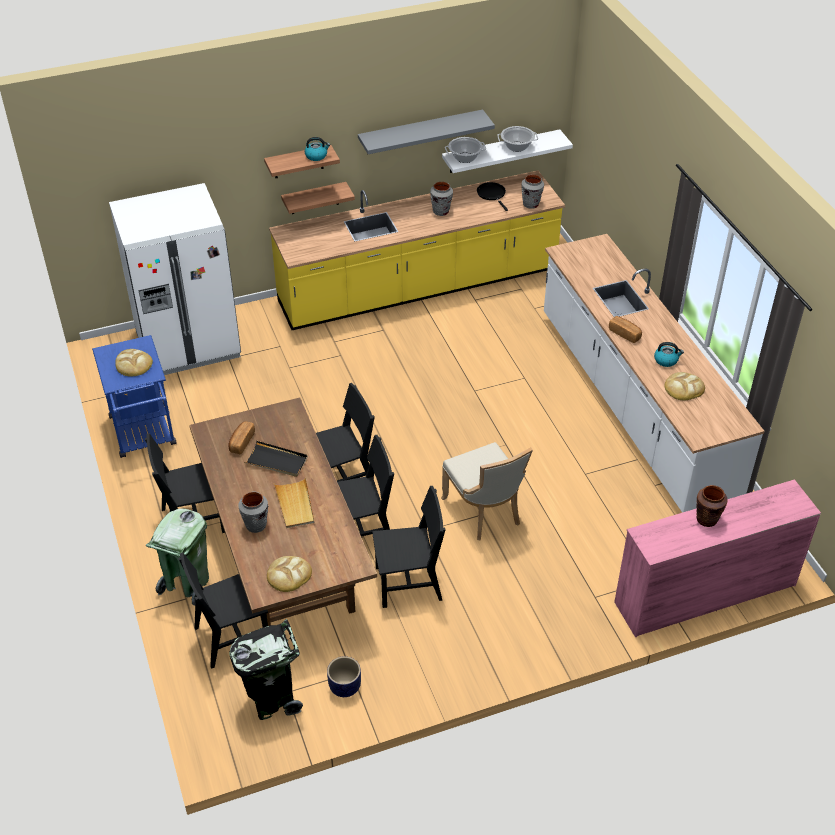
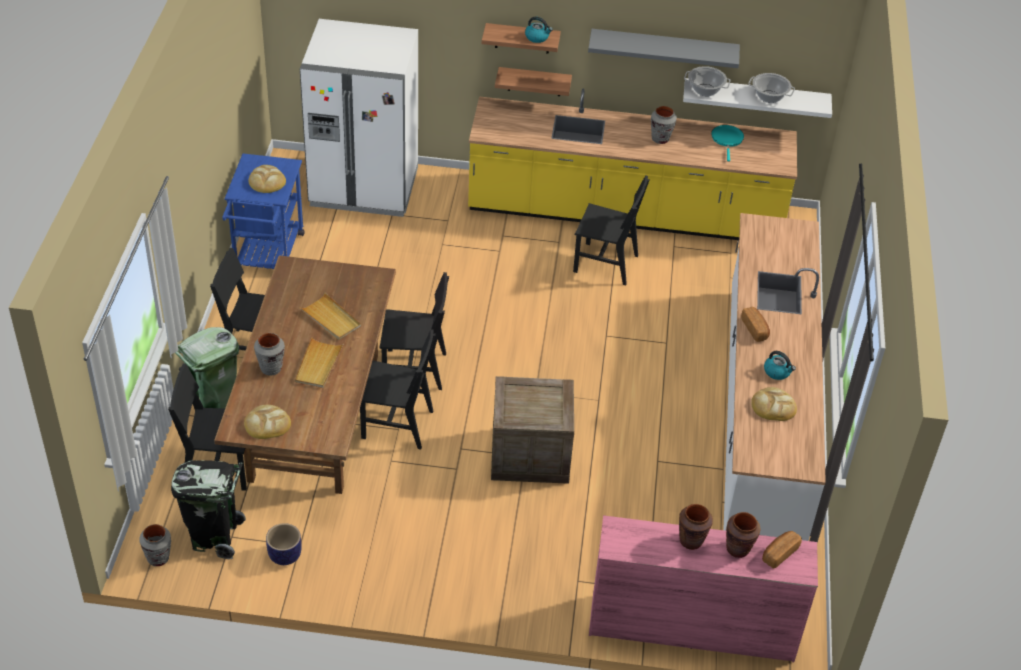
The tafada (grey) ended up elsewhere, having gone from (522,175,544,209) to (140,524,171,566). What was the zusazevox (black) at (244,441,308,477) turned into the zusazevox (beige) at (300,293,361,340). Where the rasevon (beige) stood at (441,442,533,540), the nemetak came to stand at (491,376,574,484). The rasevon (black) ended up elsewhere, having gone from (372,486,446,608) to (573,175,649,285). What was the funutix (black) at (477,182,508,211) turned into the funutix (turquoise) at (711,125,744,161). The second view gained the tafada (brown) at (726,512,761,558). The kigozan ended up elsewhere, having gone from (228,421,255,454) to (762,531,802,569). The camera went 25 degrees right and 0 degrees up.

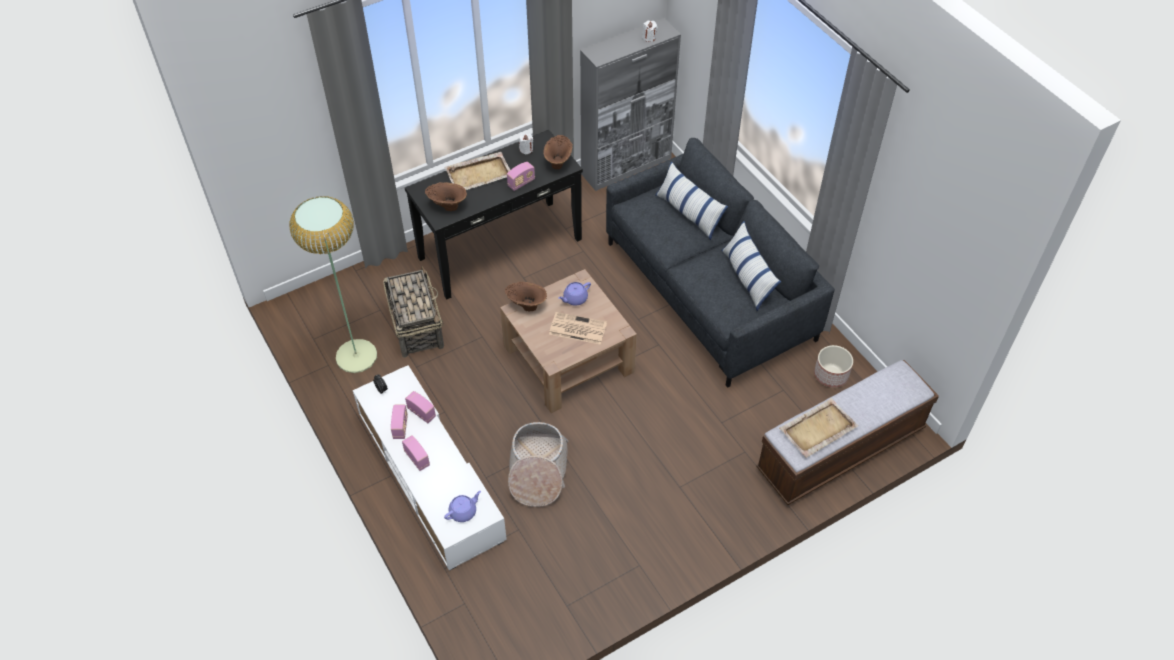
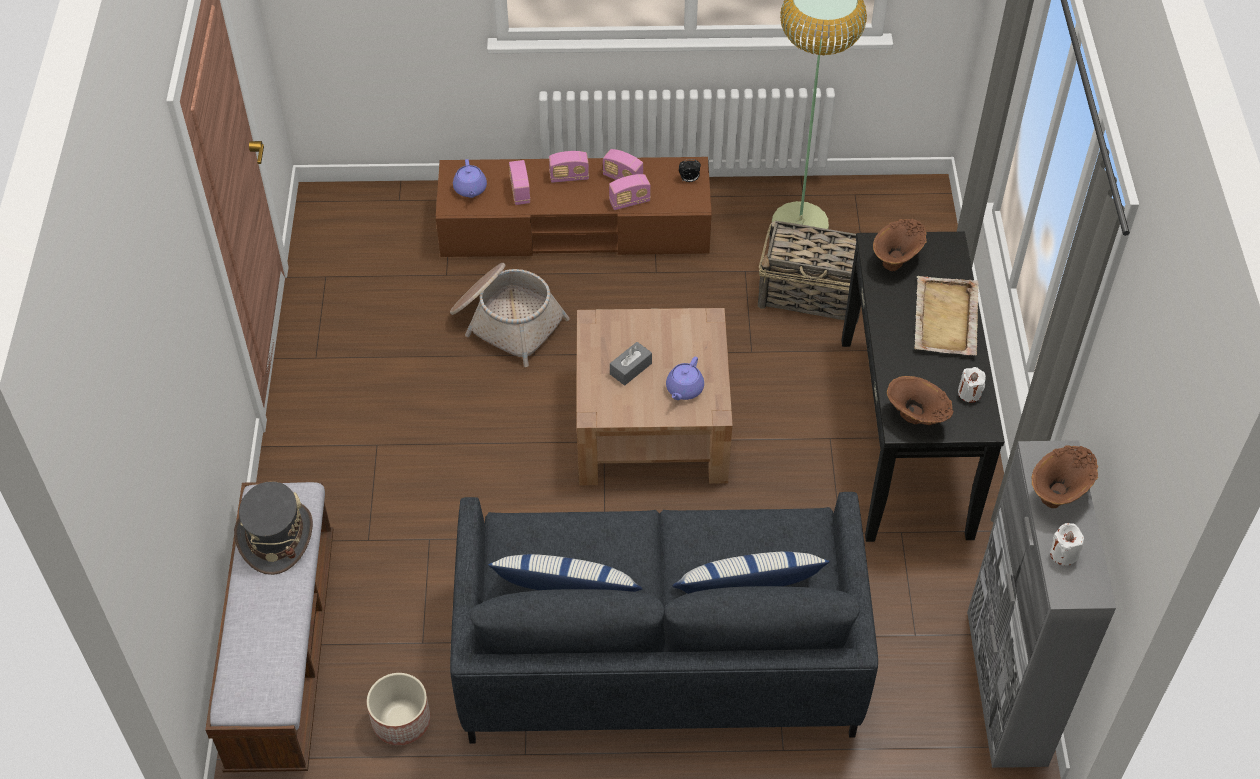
Where the zusazevox (beige) stood at (779,398,858,458), the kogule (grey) came to stand at (234,481,313,575). What was the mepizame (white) at (353,365,507,570) turned into the mepizame (brown) at (436,157,712,257). The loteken ended up elsewhere, having gone from (507,162,535,191) to (509,160,530,205). Where the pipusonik stood at (549,312,607,345), the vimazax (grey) came to stand at (610,342,652,385). The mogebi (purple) at (558,282,591,306) ended up facing another way, 150 degrees counterclockwise from before. The tafada (brown) ended up elsewhere, having gone from (505,281,547,311) to (1032,445,1098,508). The camera went 120 degrees right and 0 degrees up.

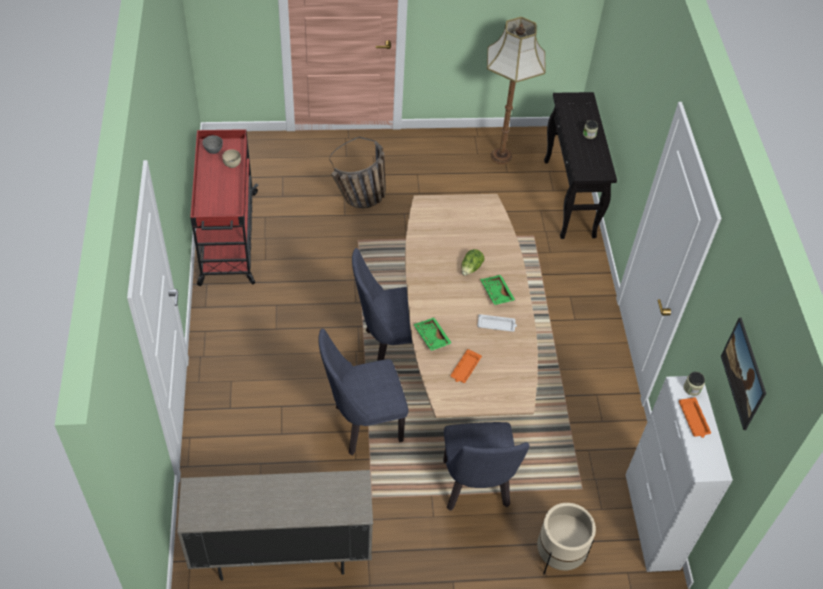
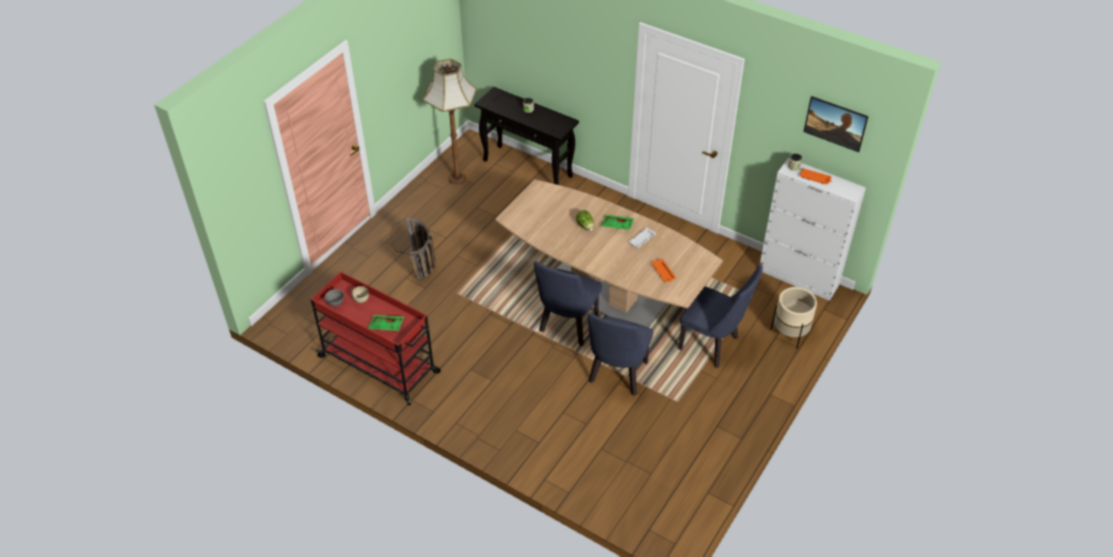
The zusazevox (green) ended up elsewhere, having gone from (413,318,452,351) to (368,315,404,331). The second view lost the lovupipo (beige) at (177,470,373,581). The camera went 50 degrees left and 5 degrees down.

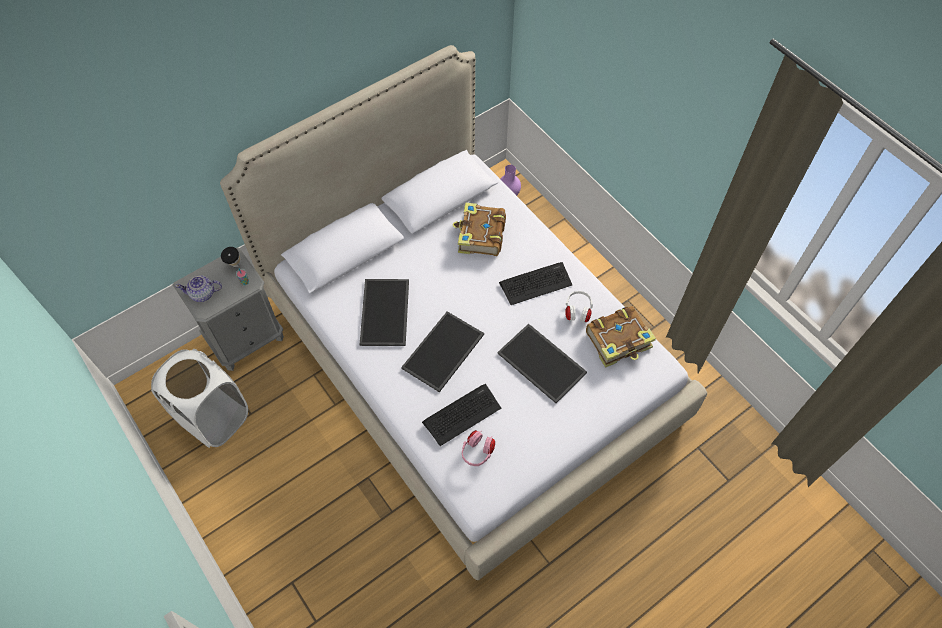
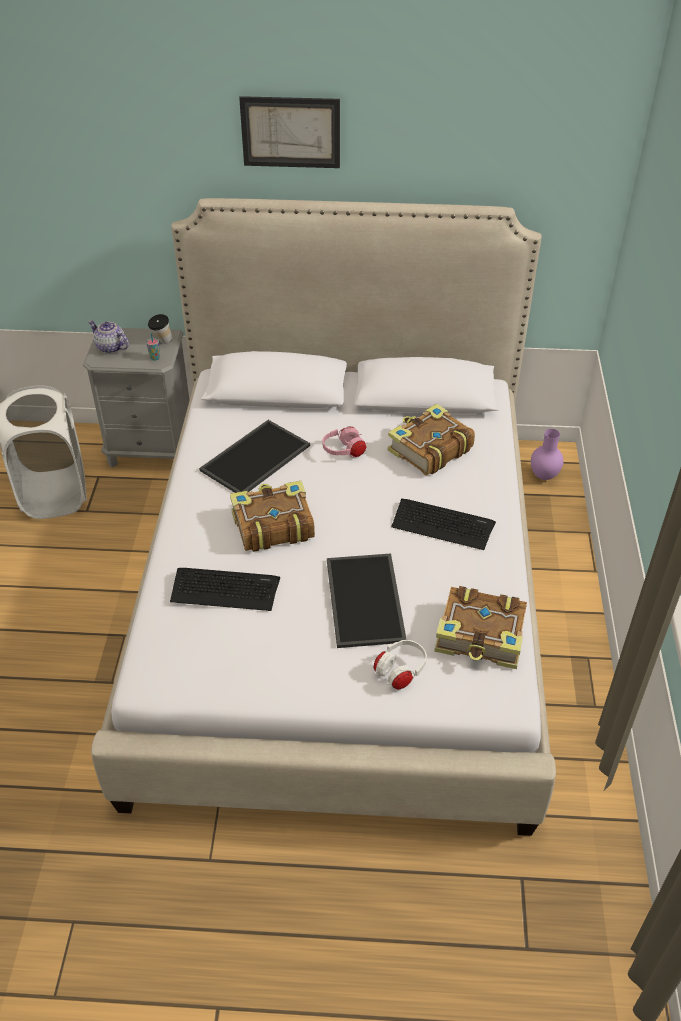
Where the zusazevox stood at (401,311,484,392), the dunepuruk came to stand at (230,481,315,552). The second view gained the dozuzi at (239,96,340,168). The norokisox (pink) ended up elsewhere, having gone from (462,430,495,466) to (322,427,367,458). The norokisox (white) ended up elsewhere, having gone from (565,291,593,323) to (373,640,427,690). The camera went 40 degrees right and 15 degrees down.

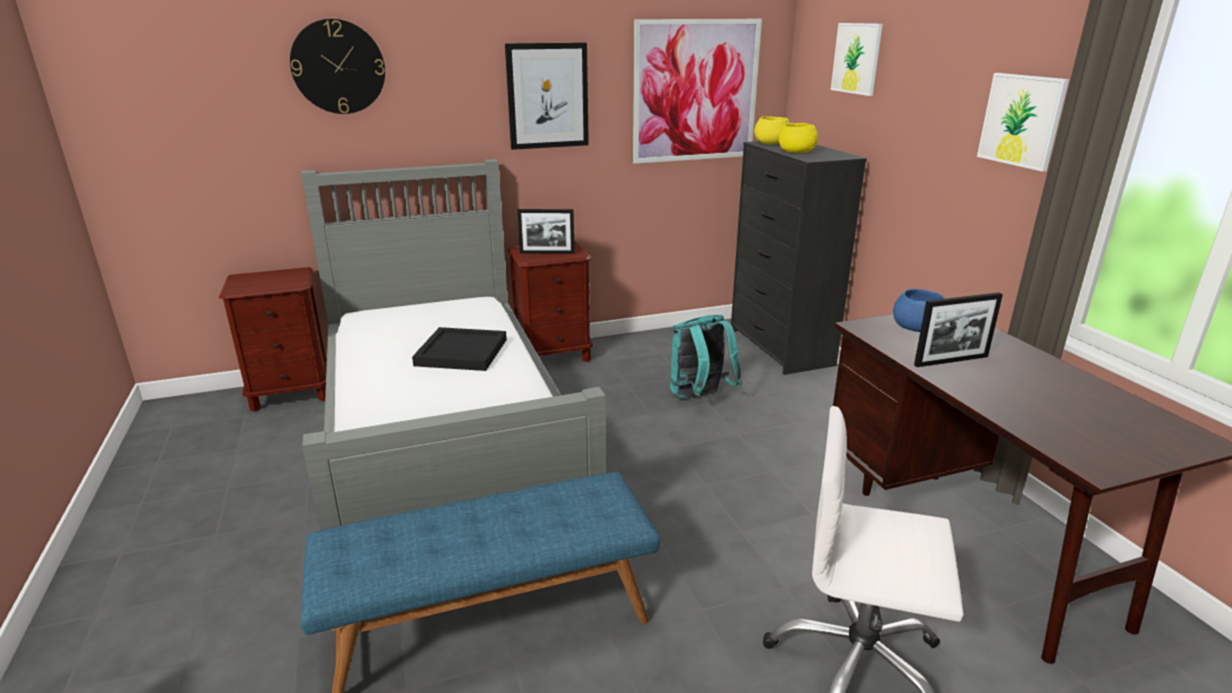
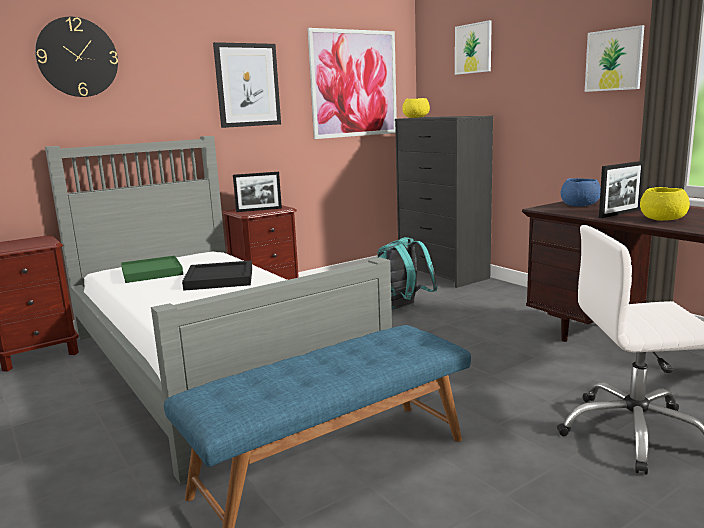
The second view gained the zusazevox (green) at (121,256,183,283). The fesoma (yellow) ended up elsewhere, having gone from (779,123,818,153) to (640,187,690,221). The camera went 15 degrees left and 10 degrees down.

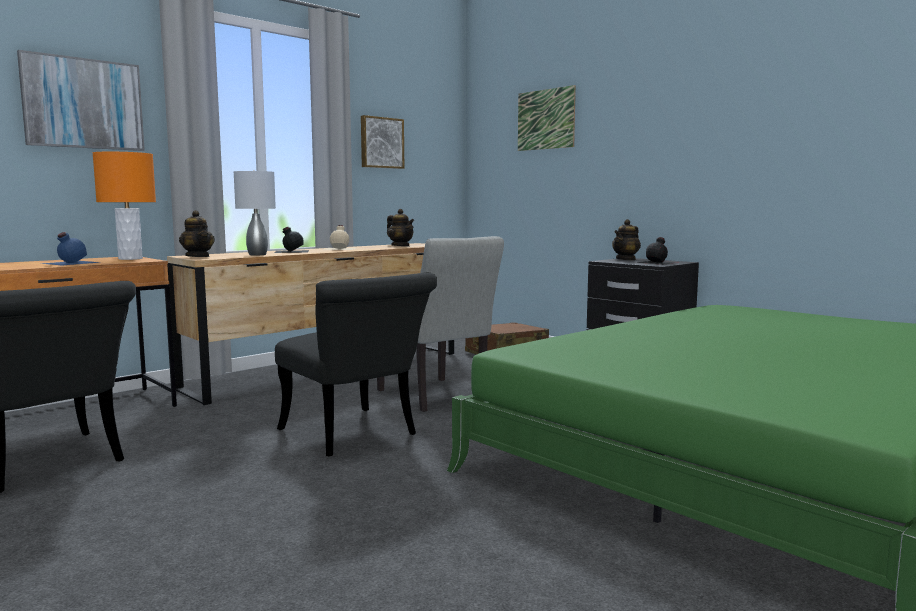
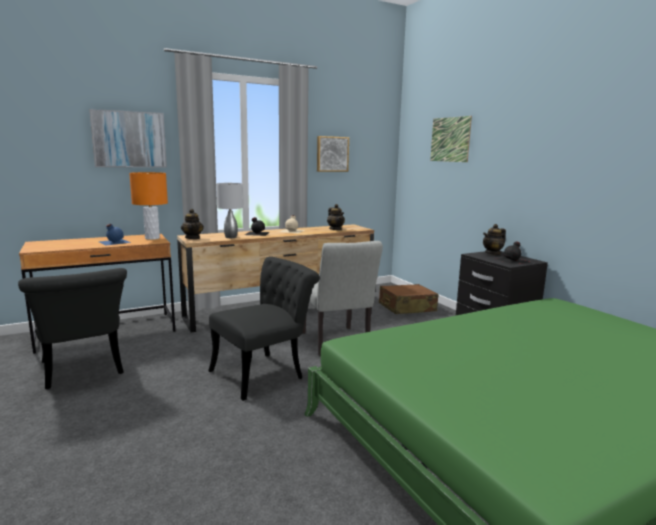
The rasevon (black) at (275,273,437,456) ended up facing another way, 105 degrees counterclockwise from before. The camera went 15 degrees right and 5 degrees up.

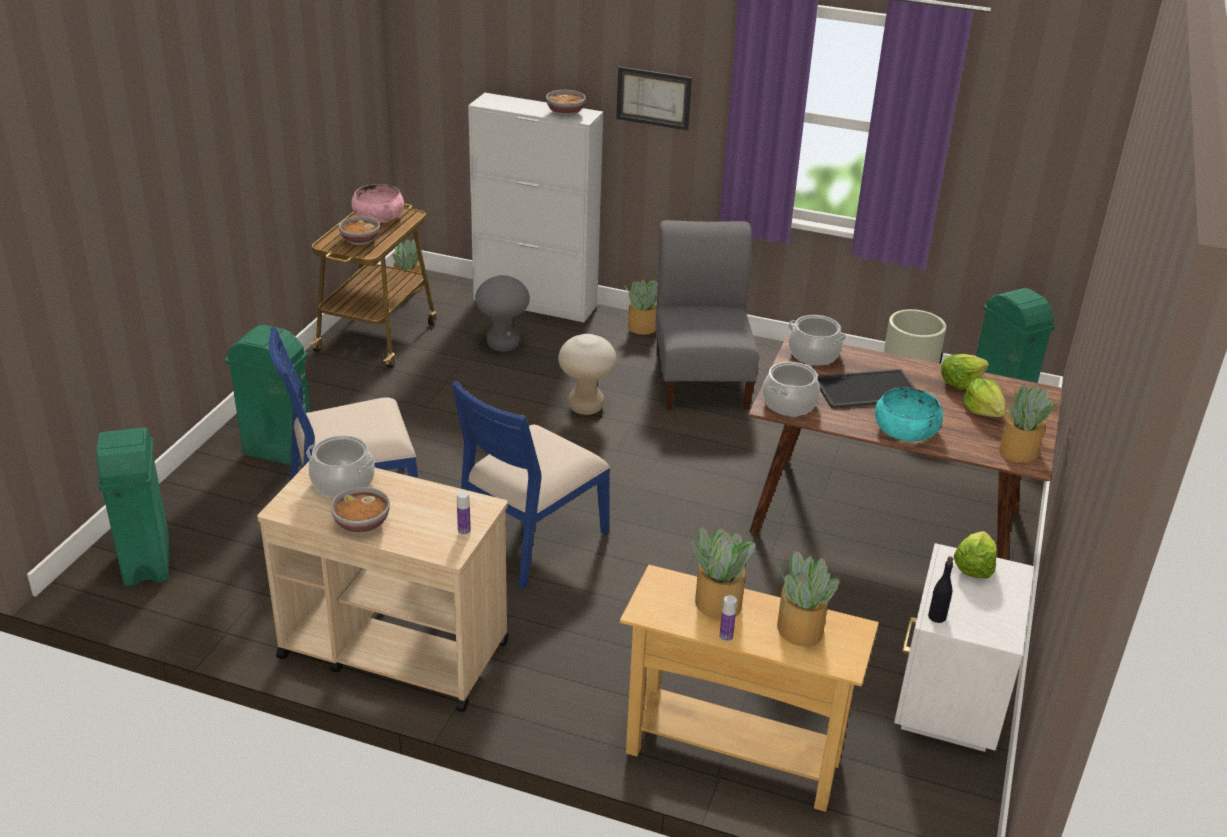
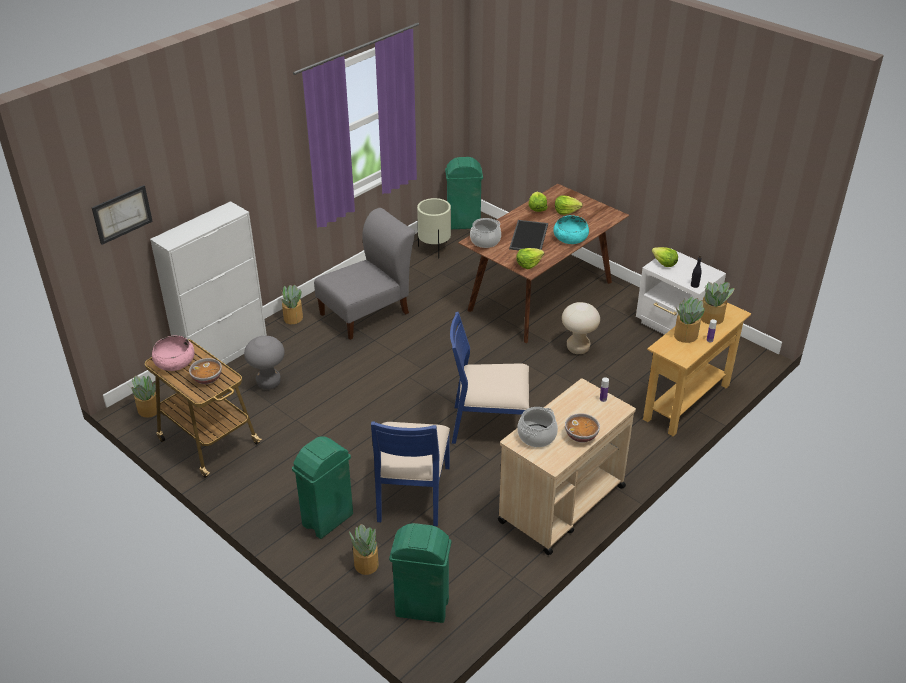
The dozuzi ended up elsewhere, having gone from (616,67,692,130) to (92,185,153,245). The rasevon (grey) at (656,220,759,410) ended up facing another way, 120 degrees clockwise from before. The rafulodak ended up elsewhere, having gone from (999,384,1055,463) to (349,524,379,575). The rasevon (blue) at (451,381,610,589) ended up facing another way, 120 degrees clockwise from before. Where the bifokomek stood at (762,362,820,416), the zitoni came to stand at (516,248,544,269). The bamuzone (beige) ended up elsewhere, having gone from (558,334,617,415) to (562,302,600,354). The second view lost the fesoma at (546,90,586,116). The camera went 65 degrees left and 5 degrees up.

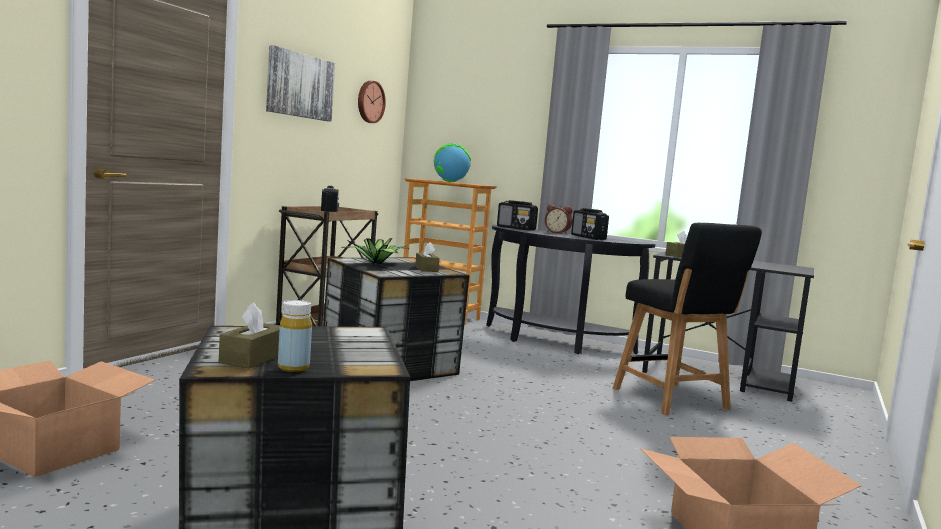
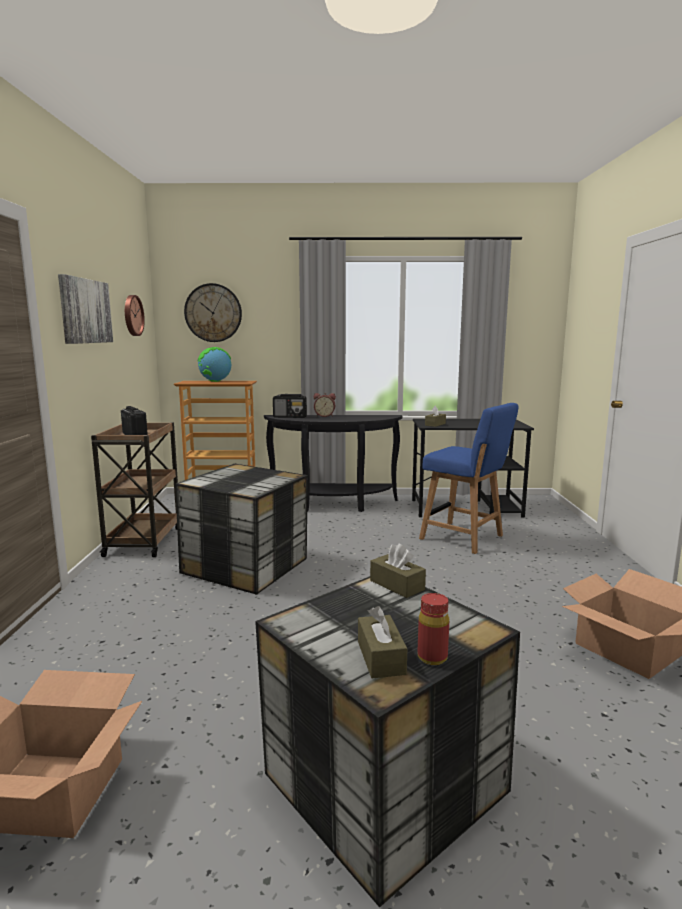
The second view gained the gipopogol at (184,283,242,342). The vimazax (brown) ended up elsewhere, having gone from (415,242,439,272) to (370,543,426,598). What was the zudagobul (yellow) at (278,300,312,372) turned into the zudagobul (red) at (418,593,449,665). What was the rasevon (black) at (613,223,762,415) turned into the rasevon (blue) at (419,403,519,554). The second view lost the rafulodak at (341,238,410,264). The second view lost the loteken at (571,208,609,240). The camera went 25 degrees left and 5 degrees up.

